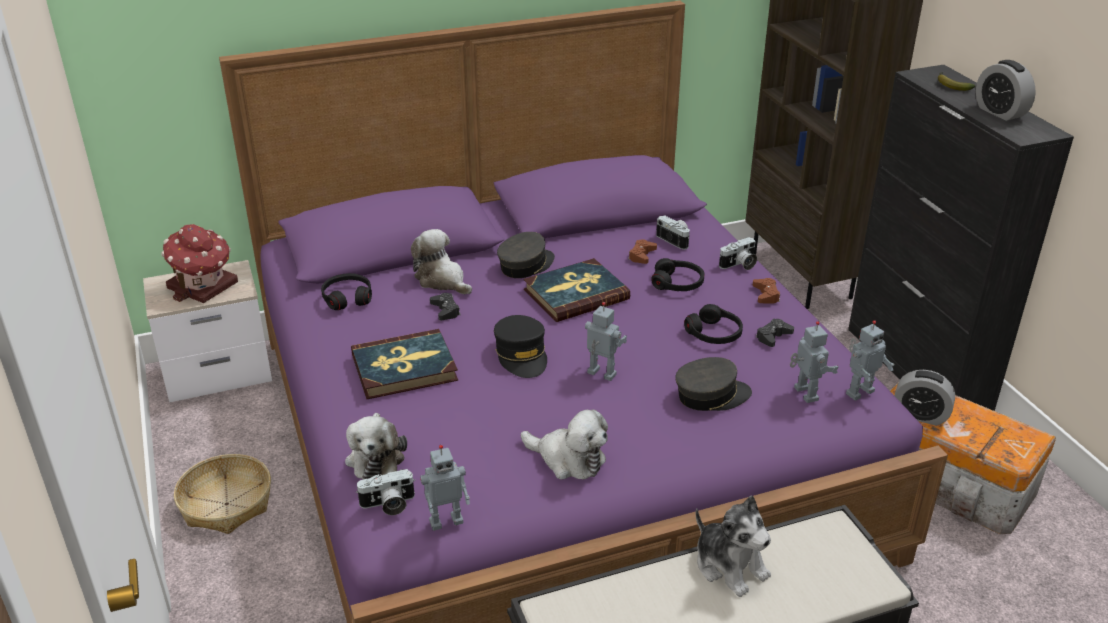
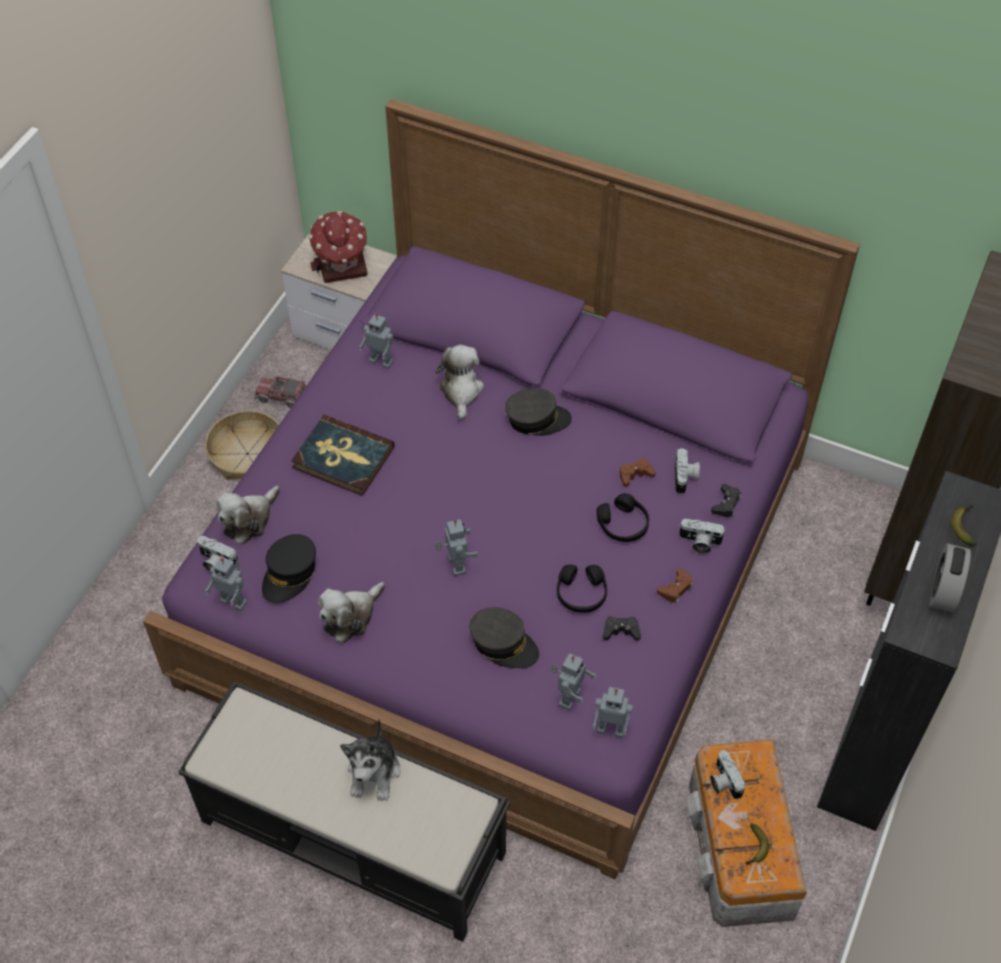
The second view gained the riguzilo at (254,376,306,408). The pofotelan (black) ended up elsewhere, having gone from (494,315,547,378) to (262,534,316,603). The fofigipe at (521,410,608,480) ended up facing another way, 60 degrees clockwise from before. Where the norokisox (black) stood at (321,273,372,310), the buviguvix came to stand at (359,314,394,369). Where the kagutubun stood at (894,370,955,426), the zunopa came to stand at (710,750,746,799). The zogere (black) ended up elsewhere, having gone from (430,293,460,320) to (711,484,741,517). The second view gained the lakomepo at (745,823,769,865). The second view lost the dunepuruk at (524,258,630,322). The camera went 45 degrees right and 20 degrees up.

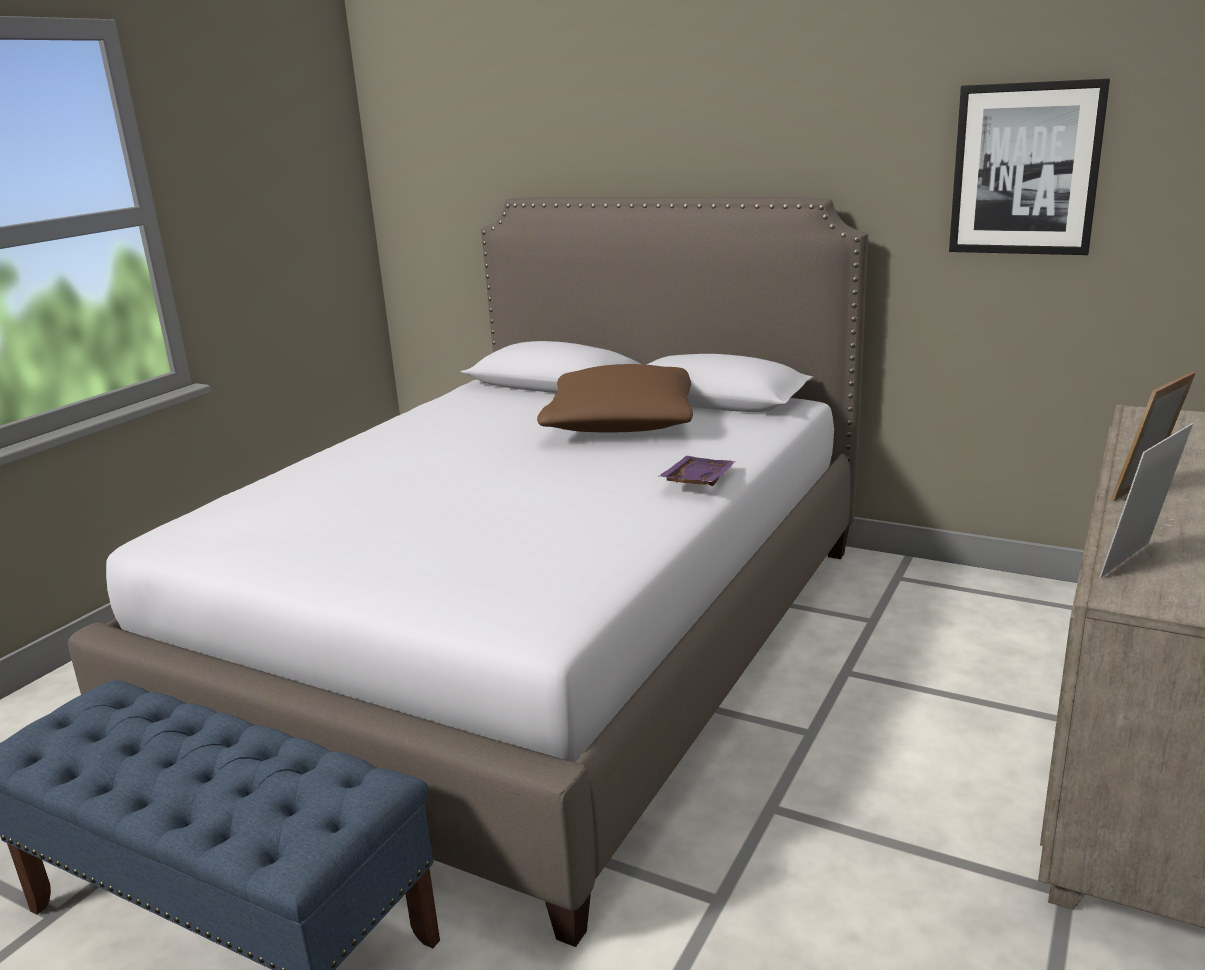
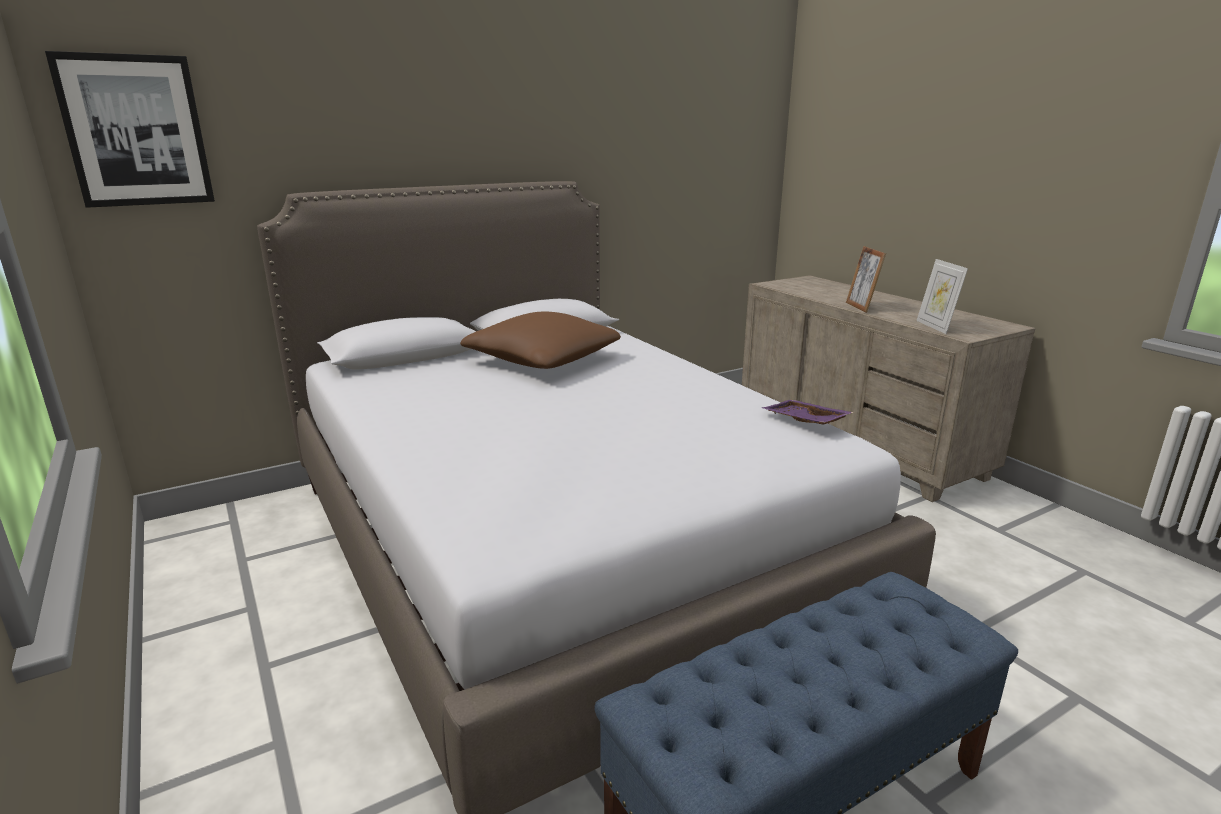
The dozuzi ended up elsewhere, having gone from (949,78,1110,255) to (45,51,215,208). The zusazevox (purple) ended up elsewhere, having gone from (659,456,737,486) to (762,400,854,425). The camera went 60 degrees left and 0 degrees up.

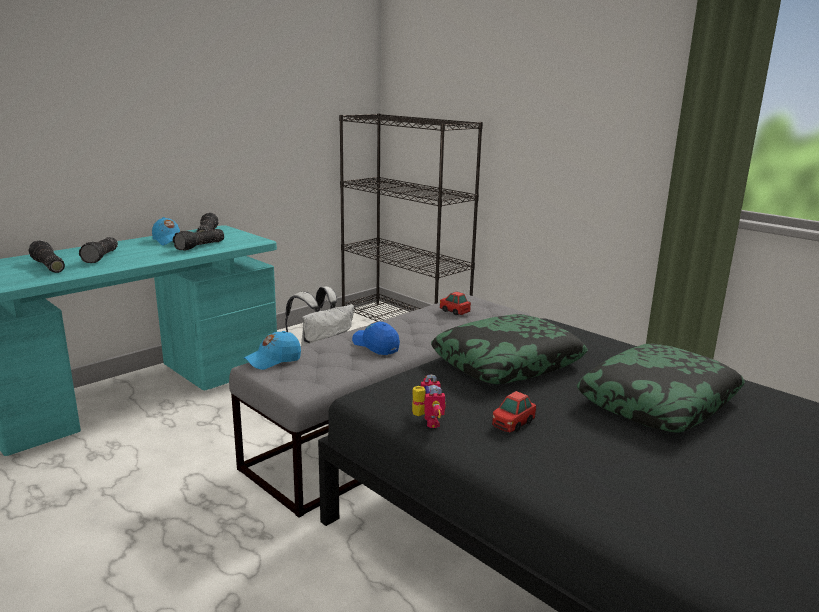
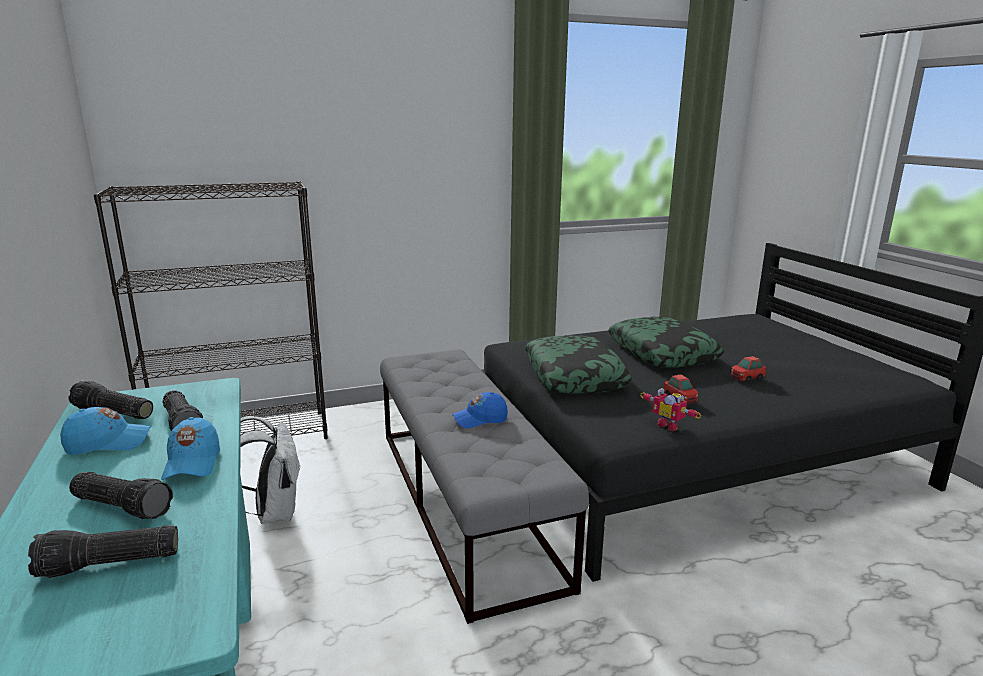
The pofotelan (blue) ended up elsewhere, having gone from (244,331,301,370) to (161,417,220,480). The buviguvix at (412,374,446,428) ended up facing another way, 150 degrees counterclockwise from before. The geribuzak ended up elsewhere, having gone from (440,291,471,315) to (731,356,767,382). The camera went 65 degrees left and 0 degrees up.

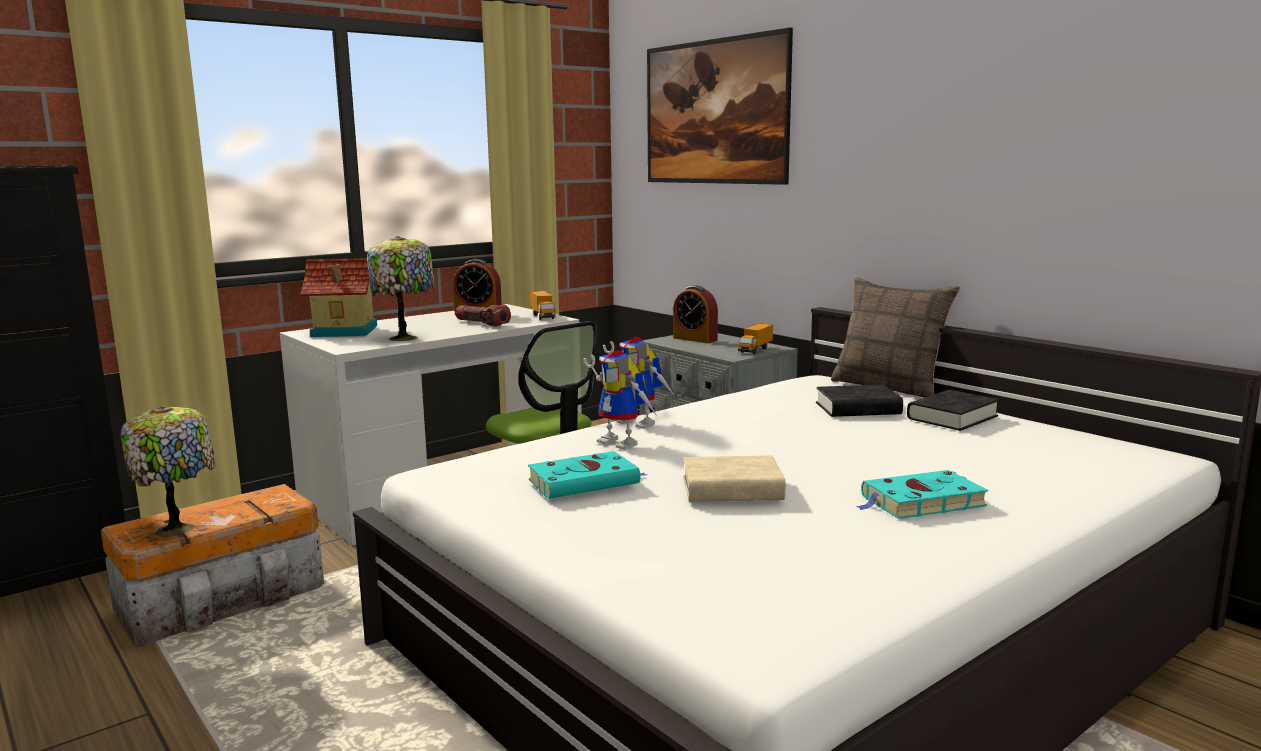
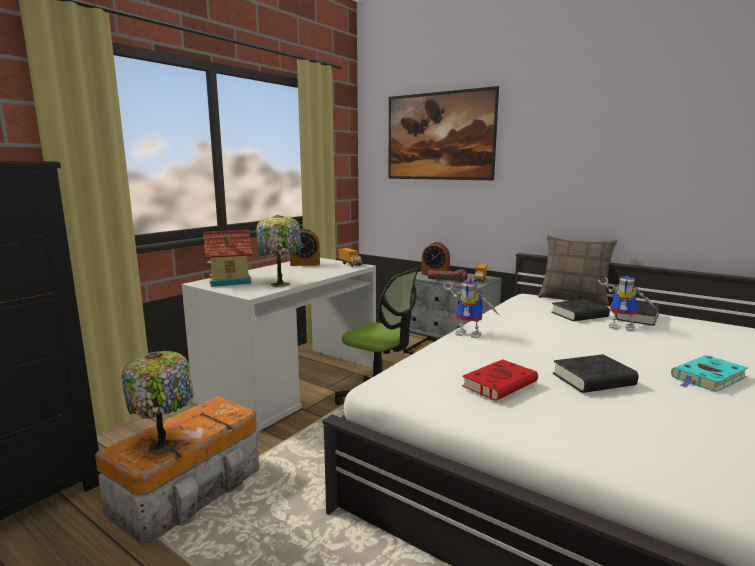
The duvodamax ended up elsewhere, having gone from (455,305,511,326) to (428,269,468,283). What was the dunepuruk (turquoise) at (528,451,647,499) turned into the dunepuruk (red) at (462,359,538,401). What was the dunepuruk (beige) at (683,455,786,502) turned into the dunepuruk (black) at (553,354,638,393). The buviguvix ended up elsewhere, having gone from (583,350,658,450) to (598,274,657,331). The camera went 15 degrees left and 0 degrees up.

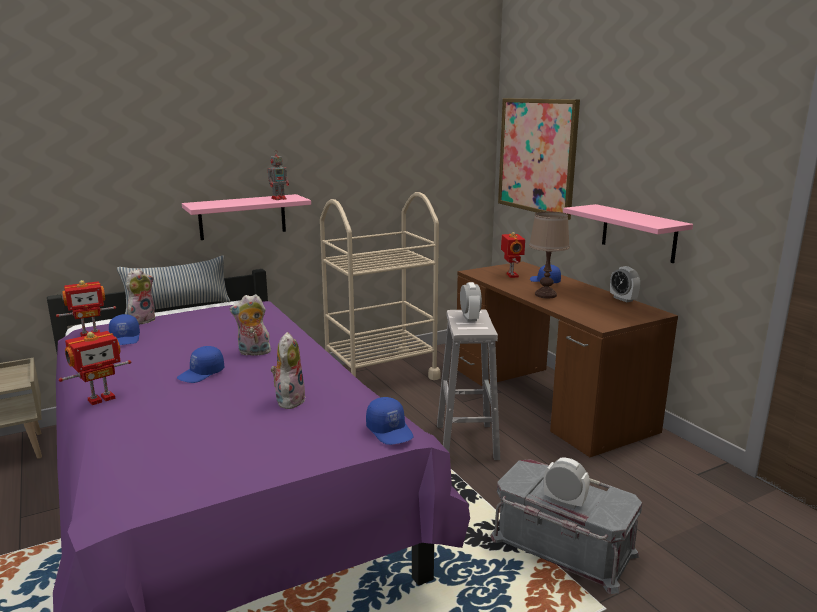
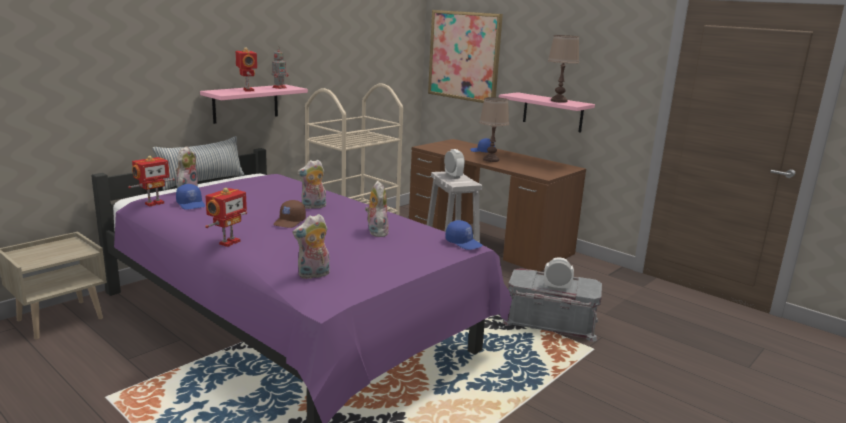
The buviguvix ended up elsewhere, having gone from (501,232,525,278) to (235,47,257,91). What was the pofotelan (blue) at (177,346,224,383) turned into the pofotelan (brown) at (273,200,306,228). The second view gained the fofigipe at (293,214,330,279). The second view gained the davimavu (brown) at (548,35,579,103). The second view lost the kagutubun at (610,266,640,302). The camera went 20 degrees left and 0 degrees up.

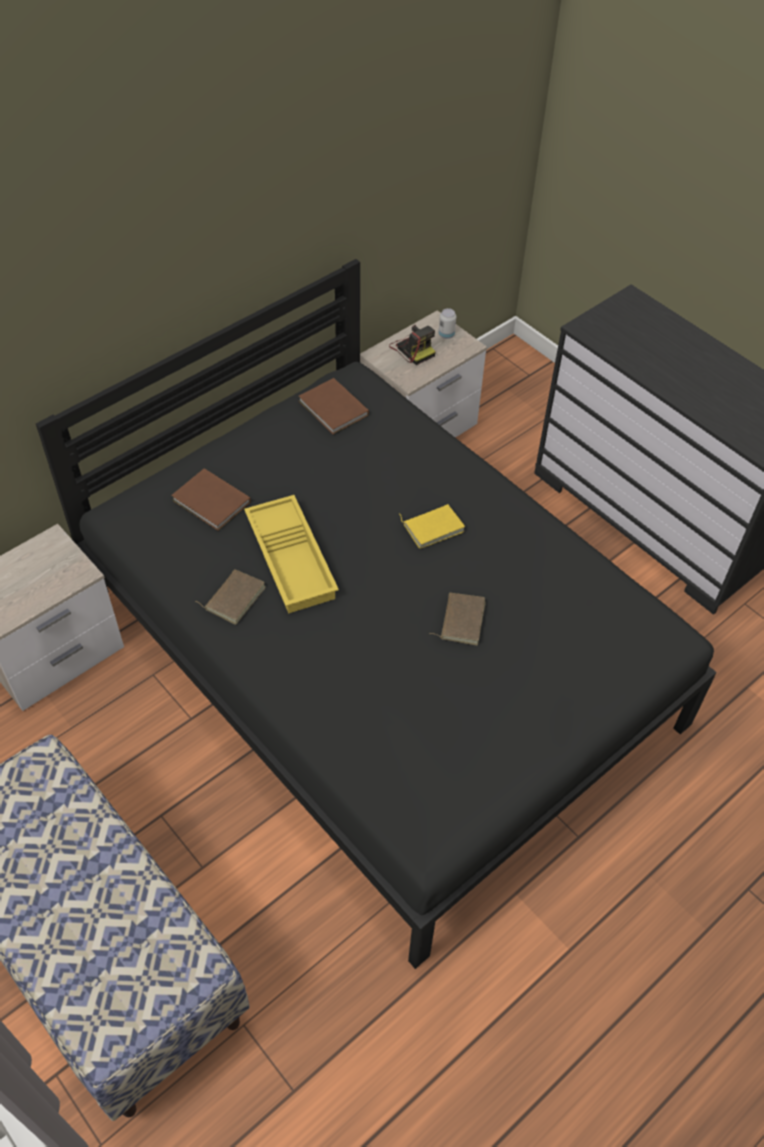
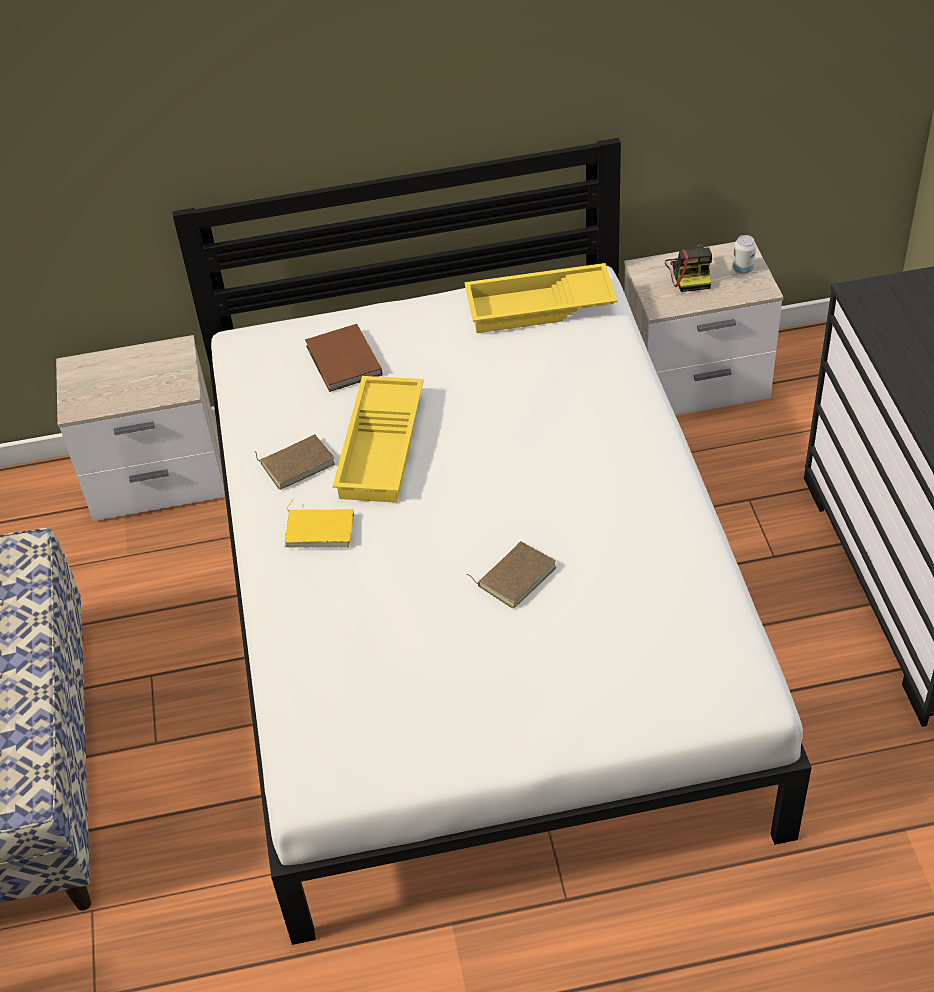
What was the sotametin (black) at (36,259,717,969) turned into the sotametin (white) at (172,138,812,945). The dunepuruk (yellow) ended up elsewhere, having gone from (399,504,465,549) to (284,499,354,548). Where the dunepuruk (brown) stood at (298,378,369,434), the zusazevox (yellow) came to stand at (465,263,617,333). The camera went 35 degrees right and 5 degrees down.

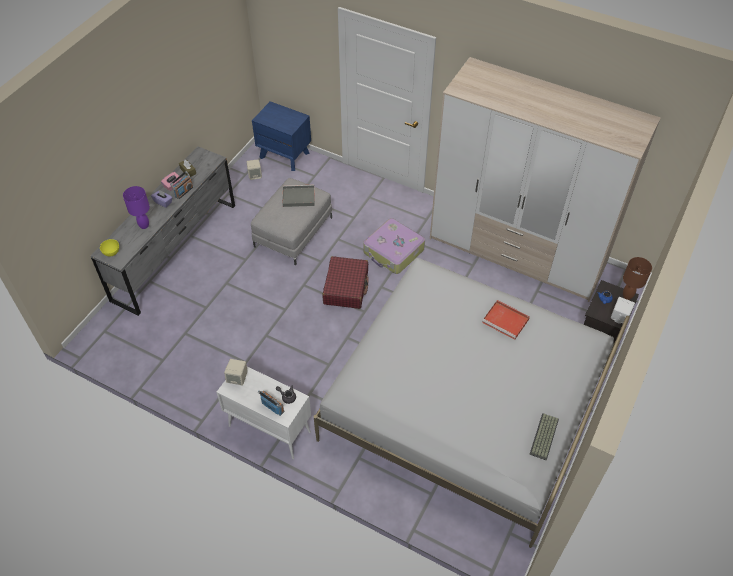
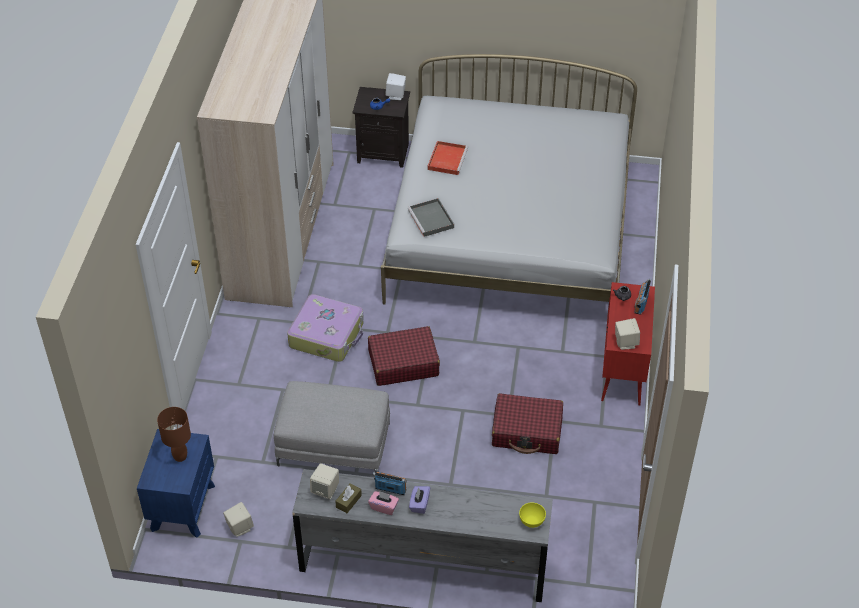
The davimavu (brown) ended up elsewhere, having gone from (623,257,652,300) to (157,407,191,462). The second view gained the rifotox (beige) at (310,463,339,499). The zusazevox (grey) ended up elsewhere, having gone from (283,185,314,207) to (408,198,454,237). The second view gained the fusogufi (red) at (492,393,563,454). What was the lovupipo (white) at (216,366,311,459) turned into the lovupipo (red) at (601,282,655,406). The second view lost the davimavu (purple) at (123,186,150,229). The second view lost the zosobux at (530,413,559,461). The camera went 110 degrees left and 5 degrees down.

